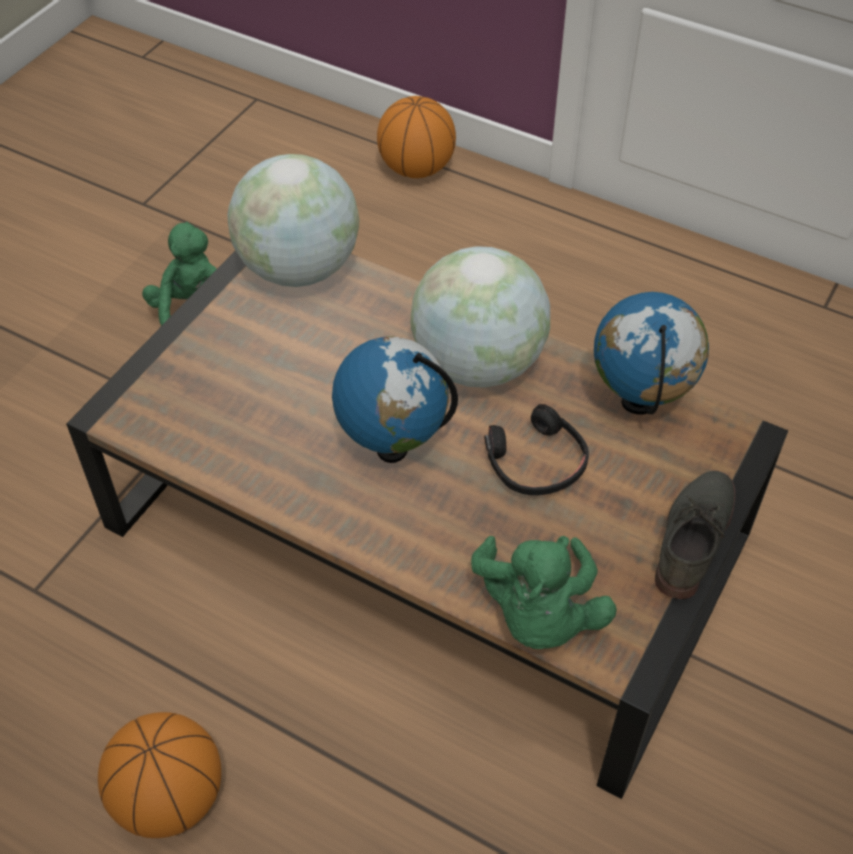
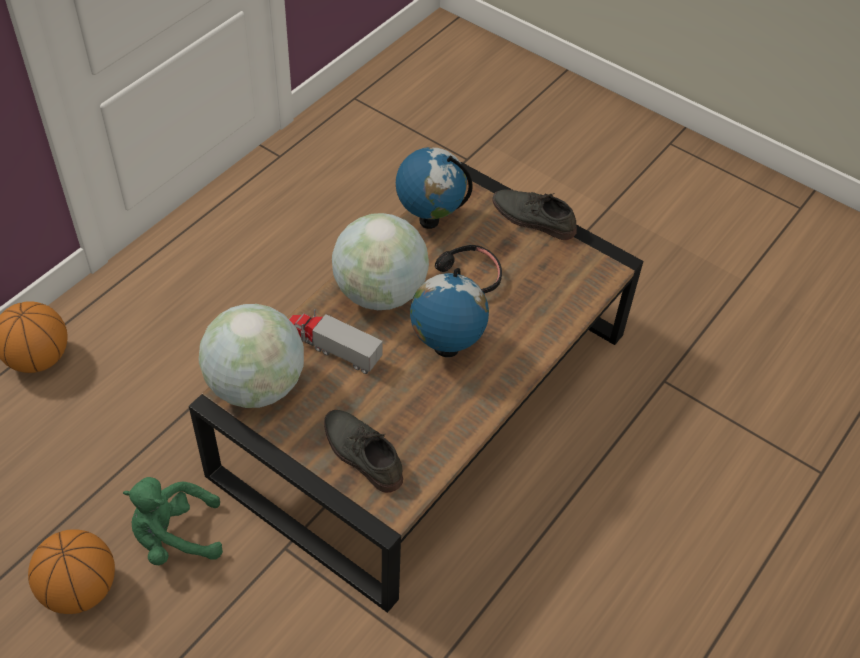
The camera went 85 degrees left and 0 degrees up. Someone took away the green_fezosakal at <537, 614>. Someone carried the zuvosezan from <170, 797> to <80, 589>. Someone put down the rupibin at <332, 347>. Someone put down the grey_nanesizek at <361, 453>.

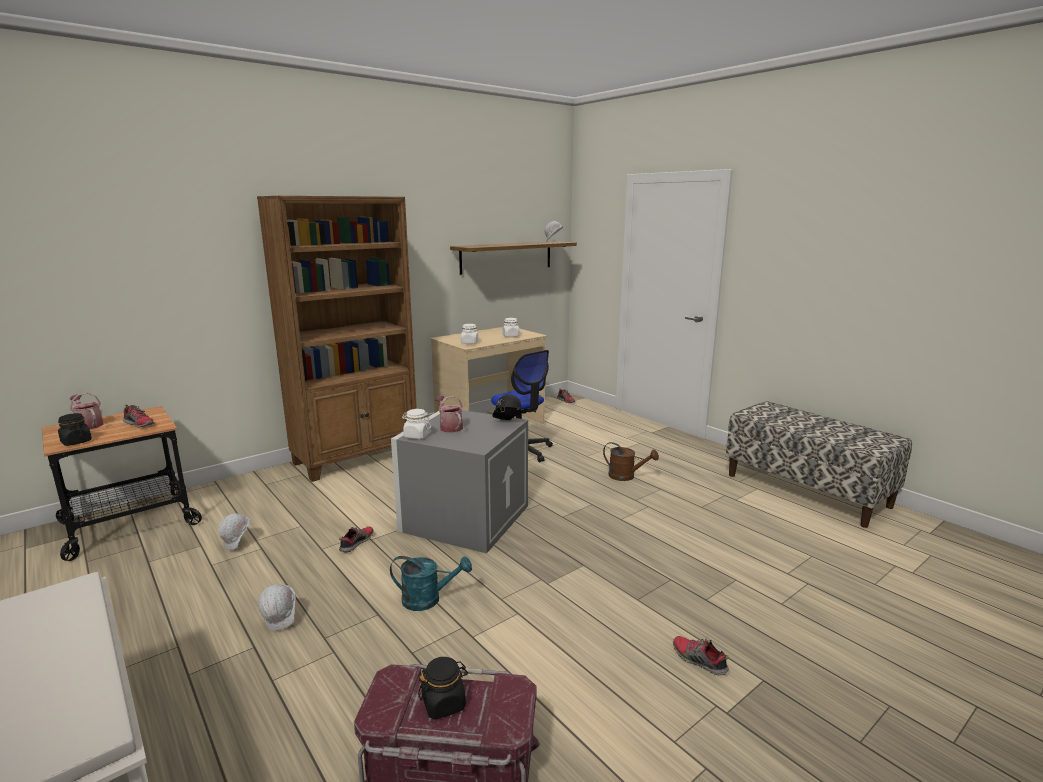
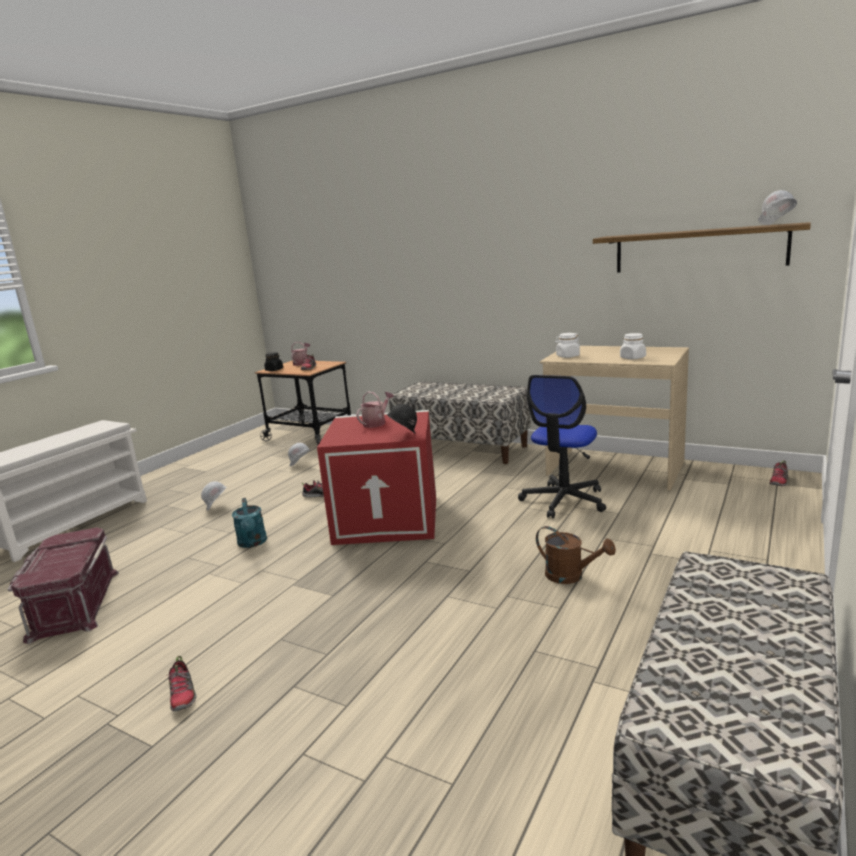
The camera went 70 degrees right and 0 degrees up. Someone swapped the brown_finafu at <357, 458> for the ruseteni at <462, 448>. Someone took away the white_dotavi at <417, 436>. Someone repainted the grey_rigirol at <464, 517>, which became the red_rigirol at <389, 518>. Someone rotated the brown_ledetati at <626, 476> by 60 degrees counterclockwise. Someone rotated the nanesizek at <698, 660> by 135 degrees clockwise. Someone took away the black_dotavi at <444, 703>.

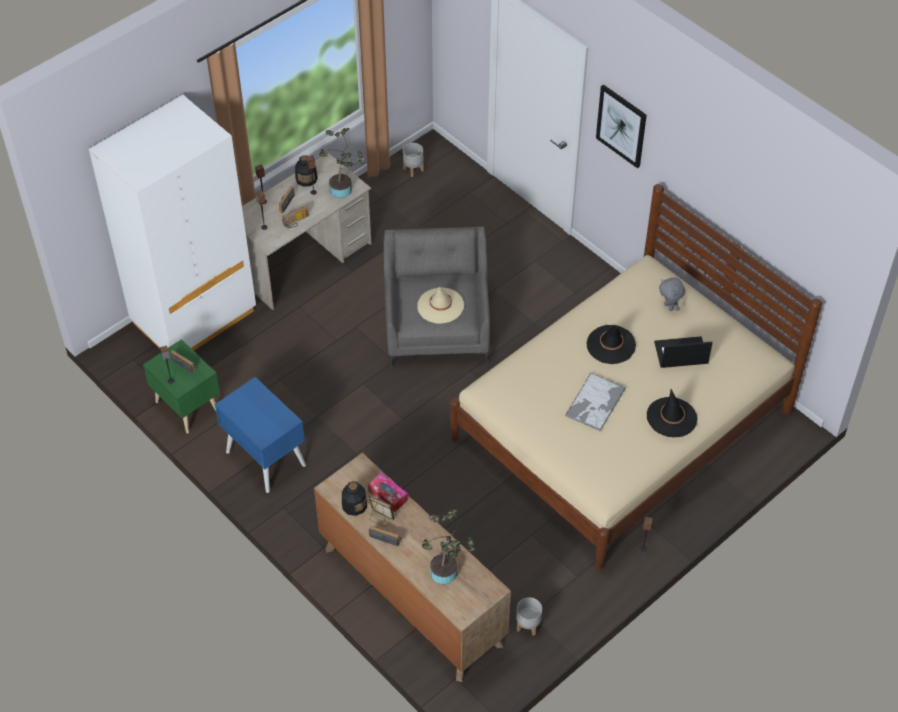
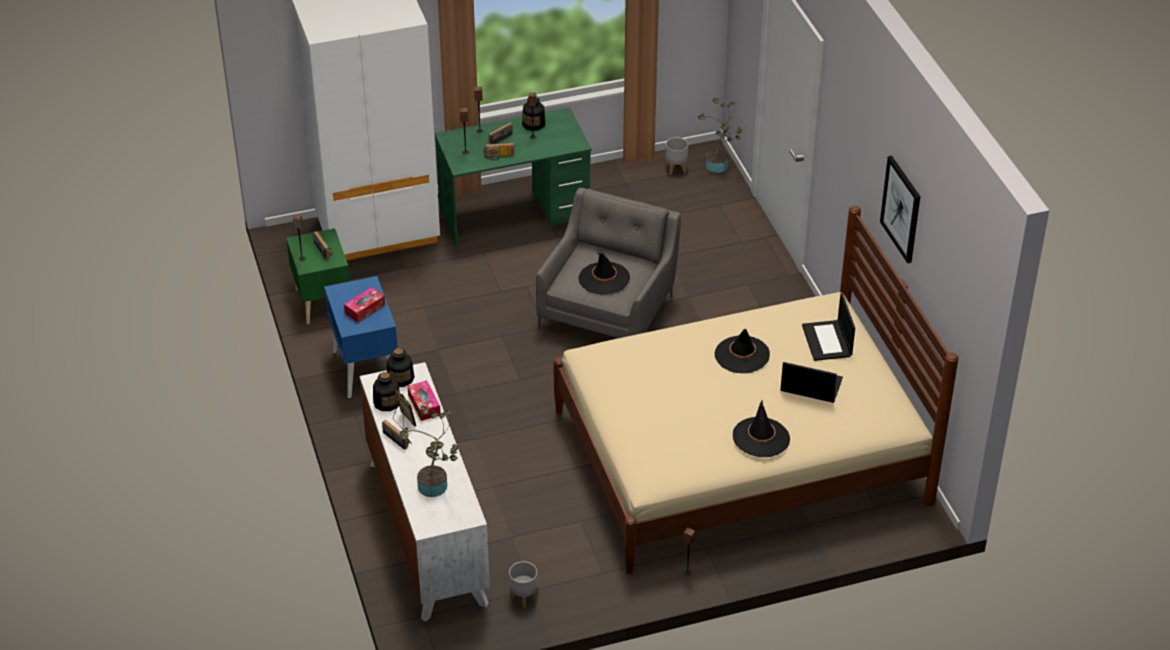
The camera went 25 degrees right and 10 degrees down. Someone carried the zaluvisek from <621, 125> to <901, 209>. Someone carried the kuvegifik from <343, 190> to <719, 166>. Someone repainted the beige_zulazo at <304, 260>, which became the green_zulazo at <514, 214>. Someone swapped the grey_fezosakal at <669, 307> for the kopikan at <827, 341>. Someone repainted the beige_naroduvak at <440, 306>, which became the black_naroduvak at <604, 278>. Someone took away the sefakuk at <595, 403>. Someone repainted the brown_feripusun at <411, 596>, which became the white_feripusun at <426, 531>. Someone put down the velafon at <365, 309>. Someone put down the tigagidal at <401, 378>.

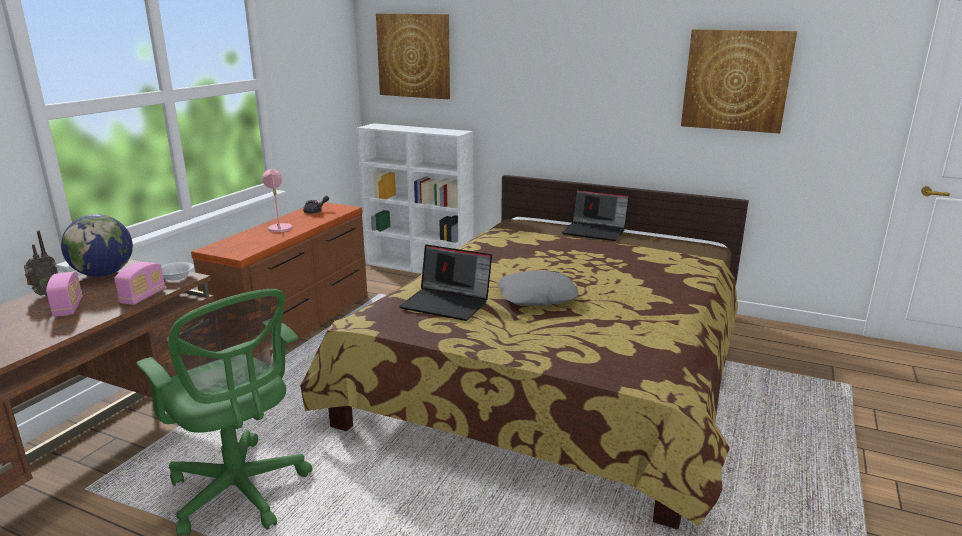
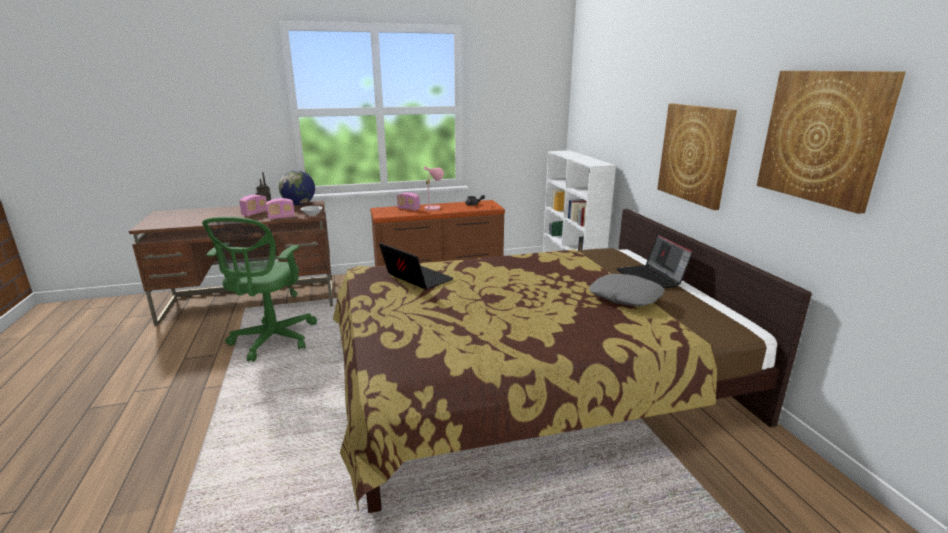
The camera went 50 degrees right and 0 degrees up. Someone carried the zaluvisek from <414, 56> to <695, 154>. Someone rotated the kopikan at <447, 303> by 150 degrees clockwise. Someone carried the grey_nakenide from <537, 297> to <625, 297>. Someone put down the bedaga at <408, 209>.

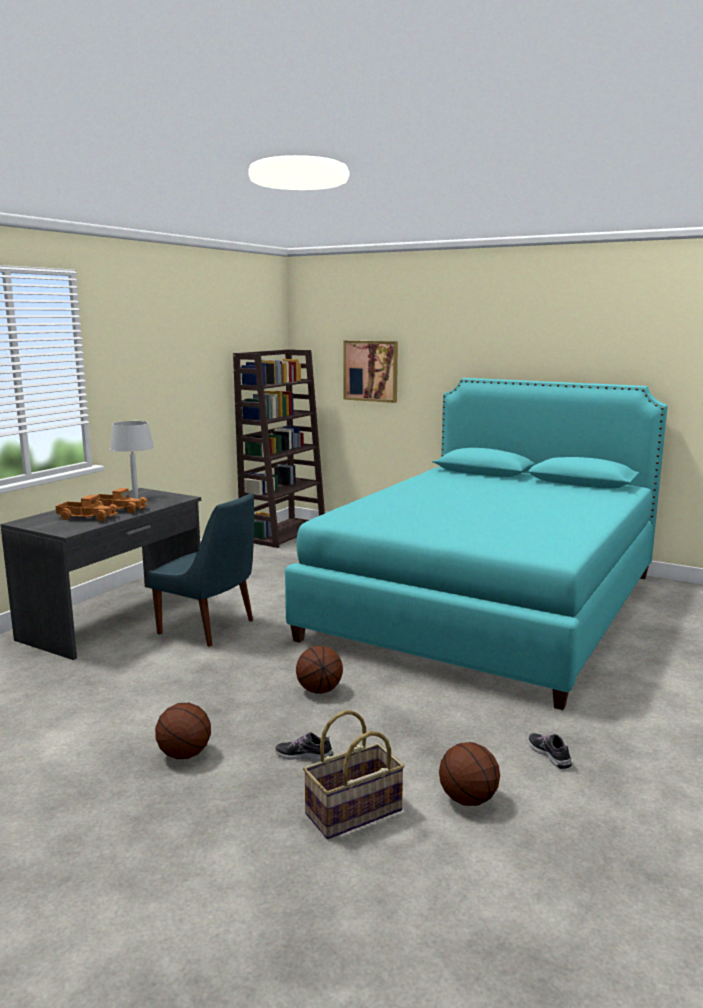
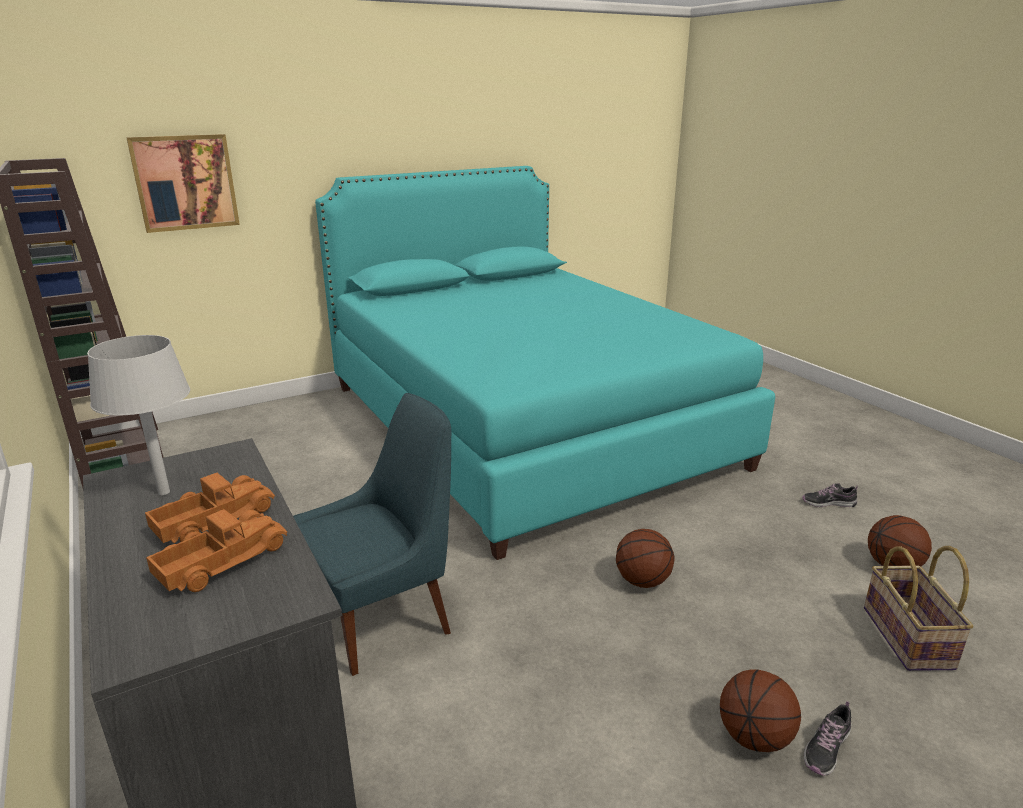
The camera went 60 degrees left and 10 degrees up. Someone carried the nanesizek from <304, 755> to <826, 748>.

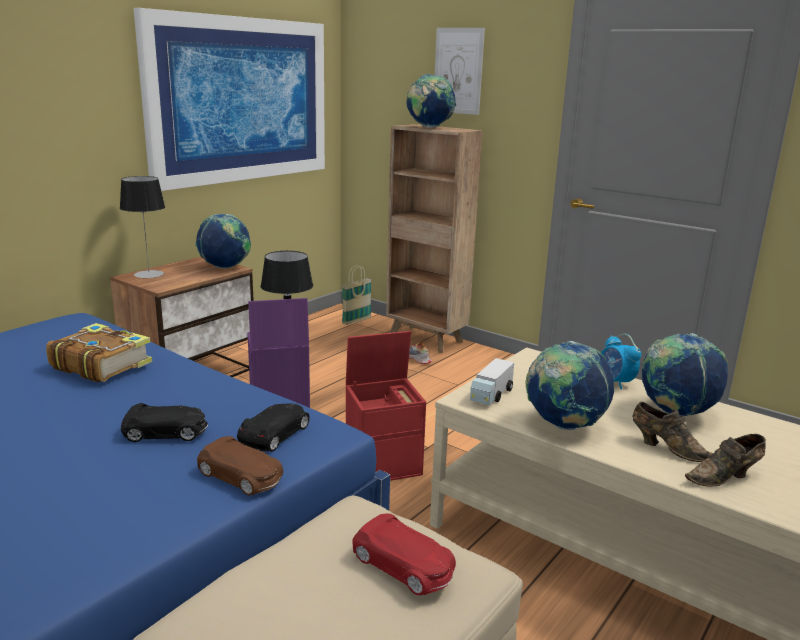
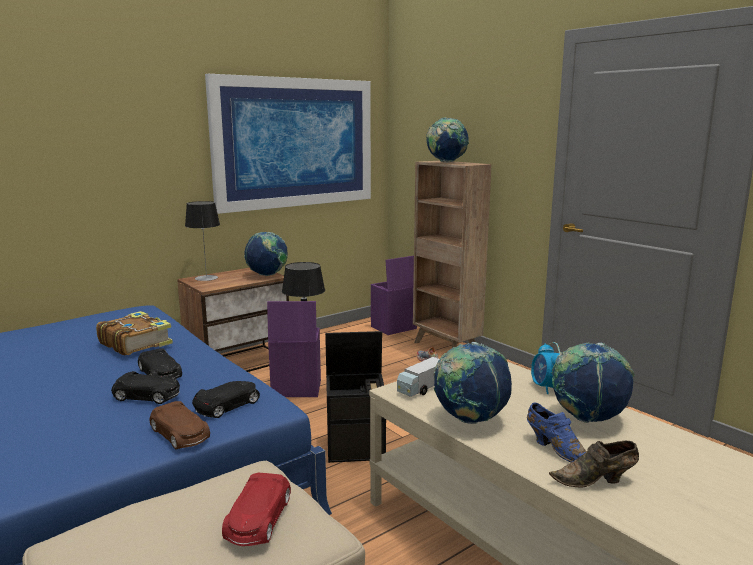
The camera went 15 degrees right and 5 degrees down. Someone took away the zaluvisek at <458, 71>. Someone swapped the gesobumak at <356, 321> for the purple_rigirol at <393, 328>. Someone repainted the red_rigirol at <384, 464>, which became the black_rigirol at <357, 447>. Someone repainted the brown_nanesizek at <667, 448>, which became the blue_nanesizek at <555, 449>. Someone rotated the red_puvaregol at <404, 565> by 45 degrees clockwise. Someone put down the black_puvaregol at <160, 374>.

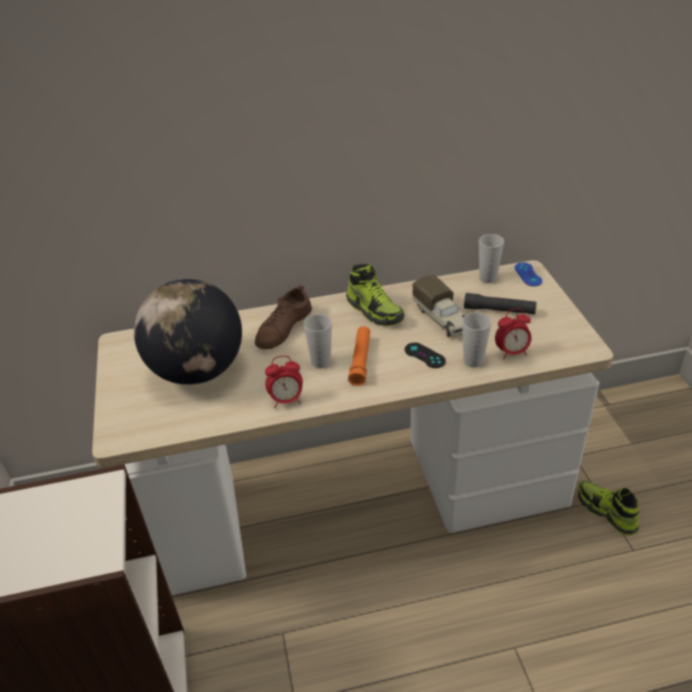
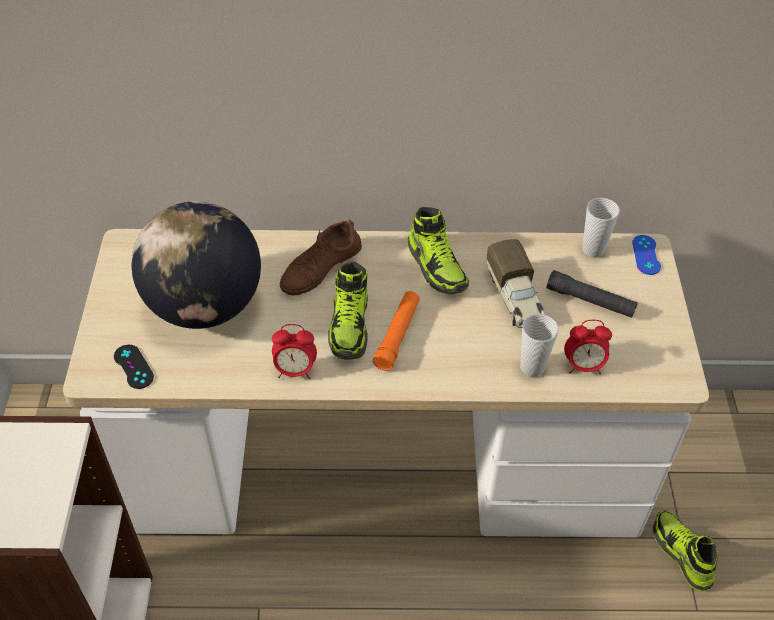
The camera went 10 degrees right and 10 degrees up. Someone swapped the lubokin at <321, 362> for the nanesizek at <350, 326>. Someone carried the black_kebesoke from <424, 355> to <133, 367>.

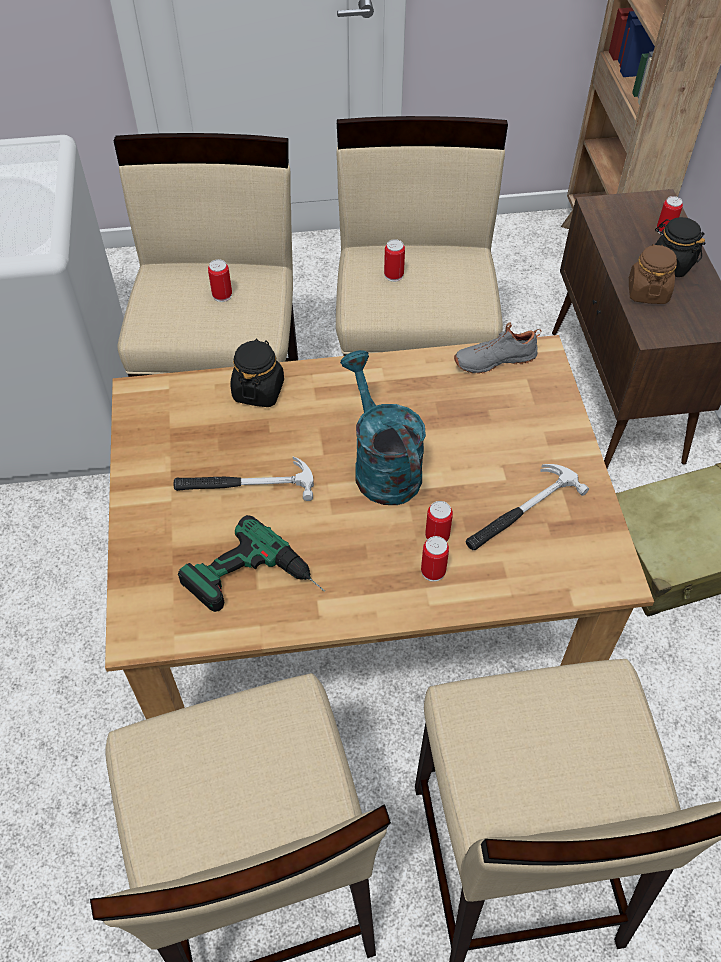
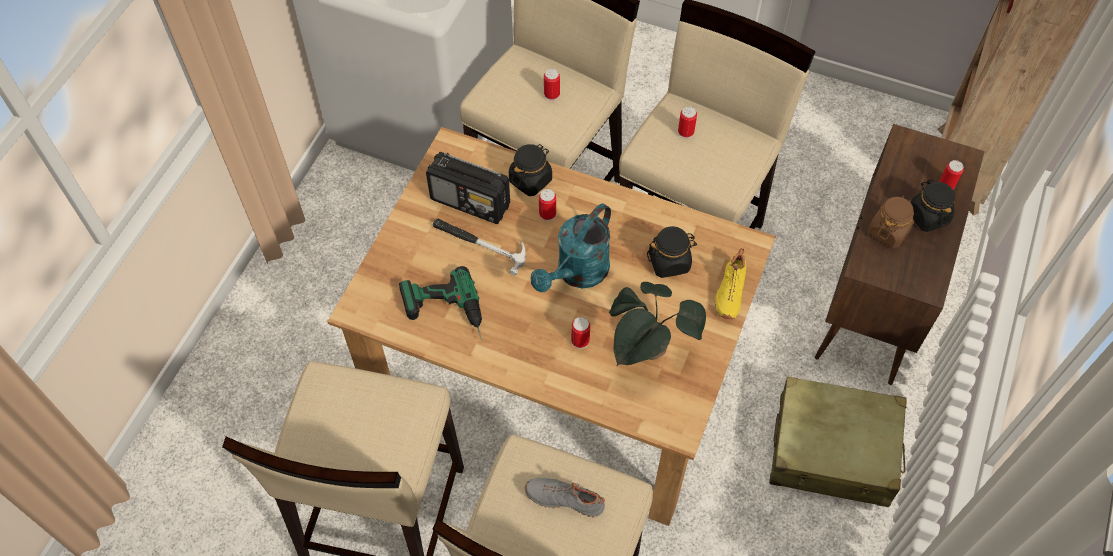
The camera went 30 degrees right and 5 degrees up. Someone carried the grey_nanesizek from <494, 359> to <565, 497>. Someone rotated the turquoise_ledetati at <381, 465> by 150 degrees counterclockwise. Someone swapped the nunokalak at <521, 511> for the kuvegifik at <649, 352>. Someone carried the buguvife from <433, 571> to <547, 214>. Someone put down the bedaga at <471, 202>. Someone put down the black_dotavi at <669, 262>. Someone put down the yellow_nanesizek at <729, 291>.

